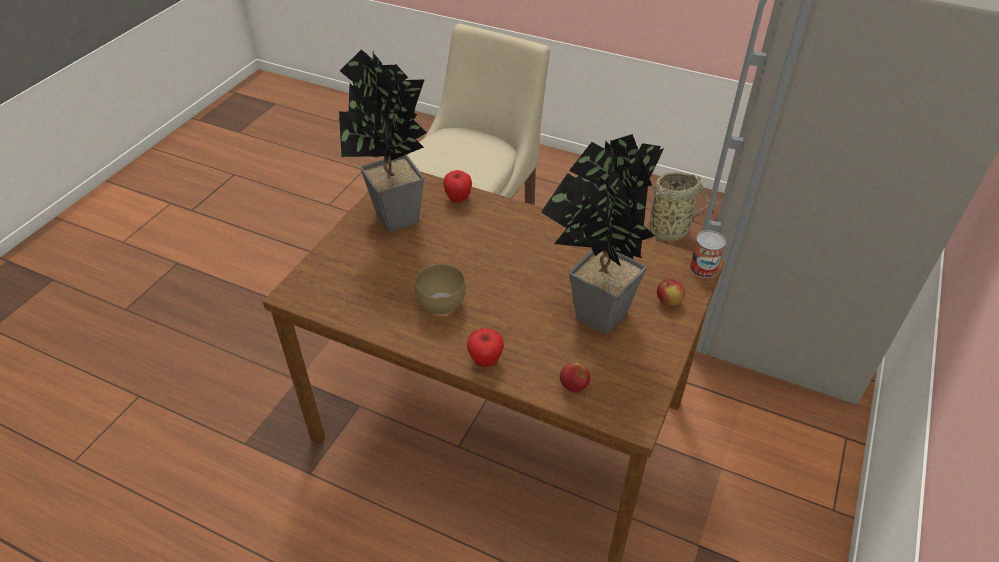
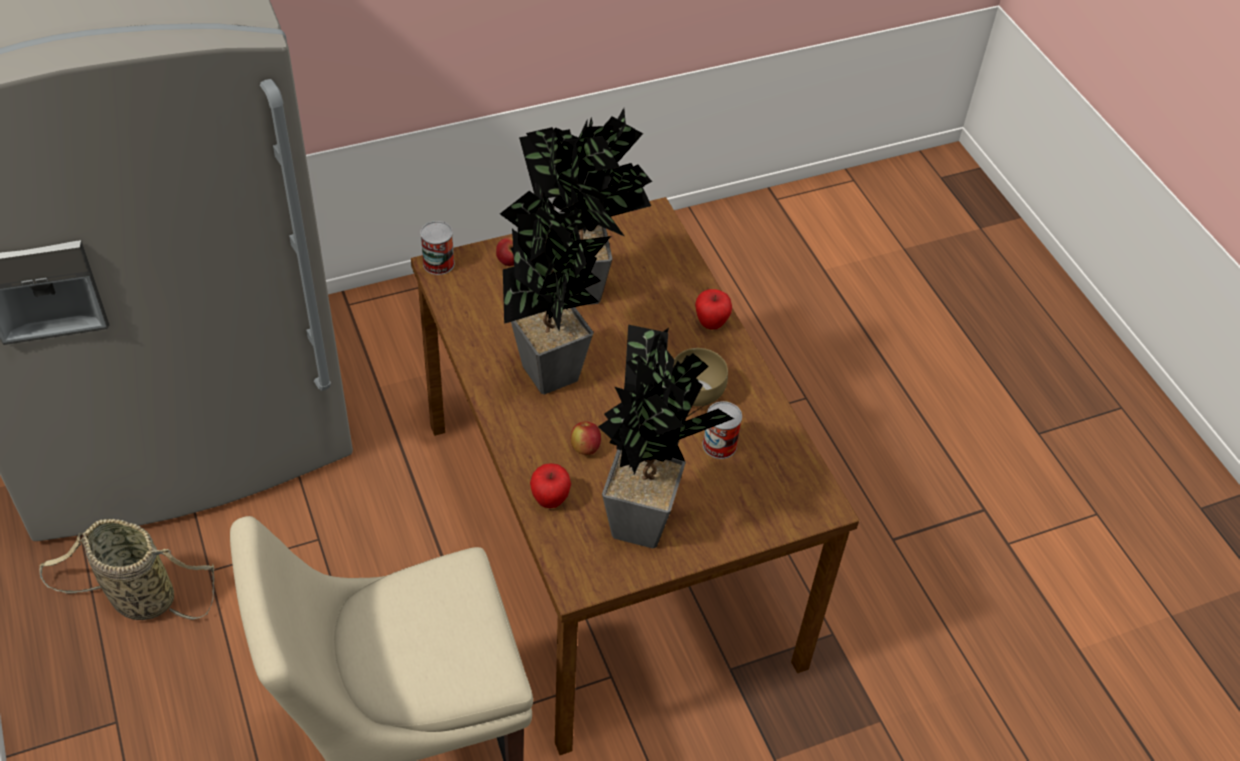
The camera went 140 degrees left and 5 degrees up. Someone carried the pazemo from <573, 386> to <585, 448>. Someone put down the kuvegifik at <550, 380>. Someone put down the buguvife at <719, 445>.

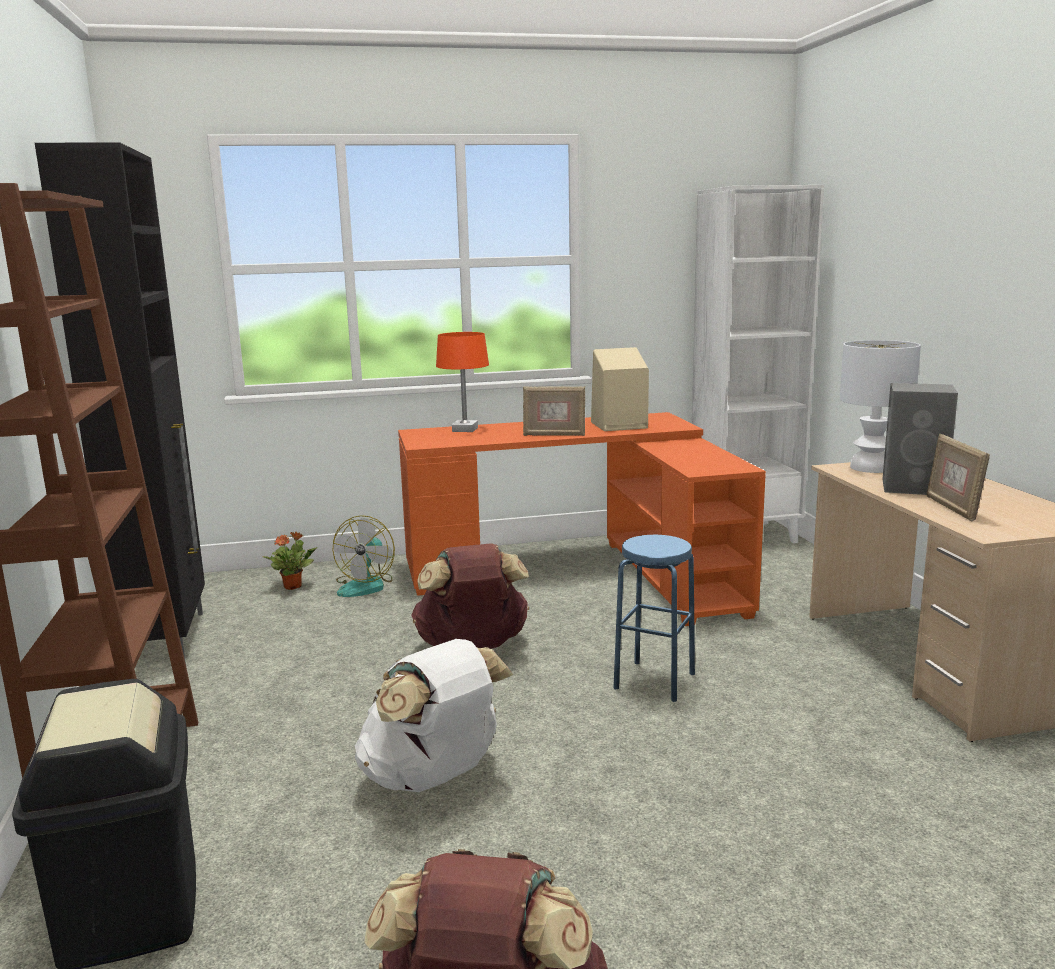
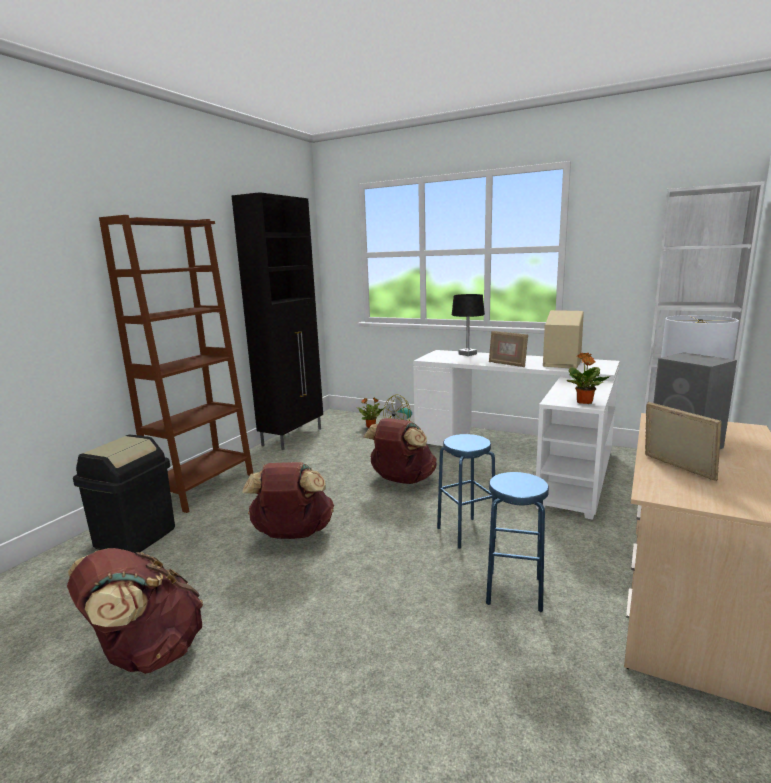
The camera went 40 degrees right and 0 degrees up. Someone repainted the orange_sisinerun at <464, 429>, which became the black_sisinerun at <467, 354>. Someone repainted the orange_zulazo at <586, 573>, which became the white_zulazo at <524, 459>. Someone rotated the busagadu at <952, 508> by 120 degrees clockwise. Someone repainted the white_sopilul at <434, 777>, which became the brown_sopilul at <292, 535>. Someone put down the kuvegifik at <584, 402>. Someone put down the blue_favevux at <514, 590>.

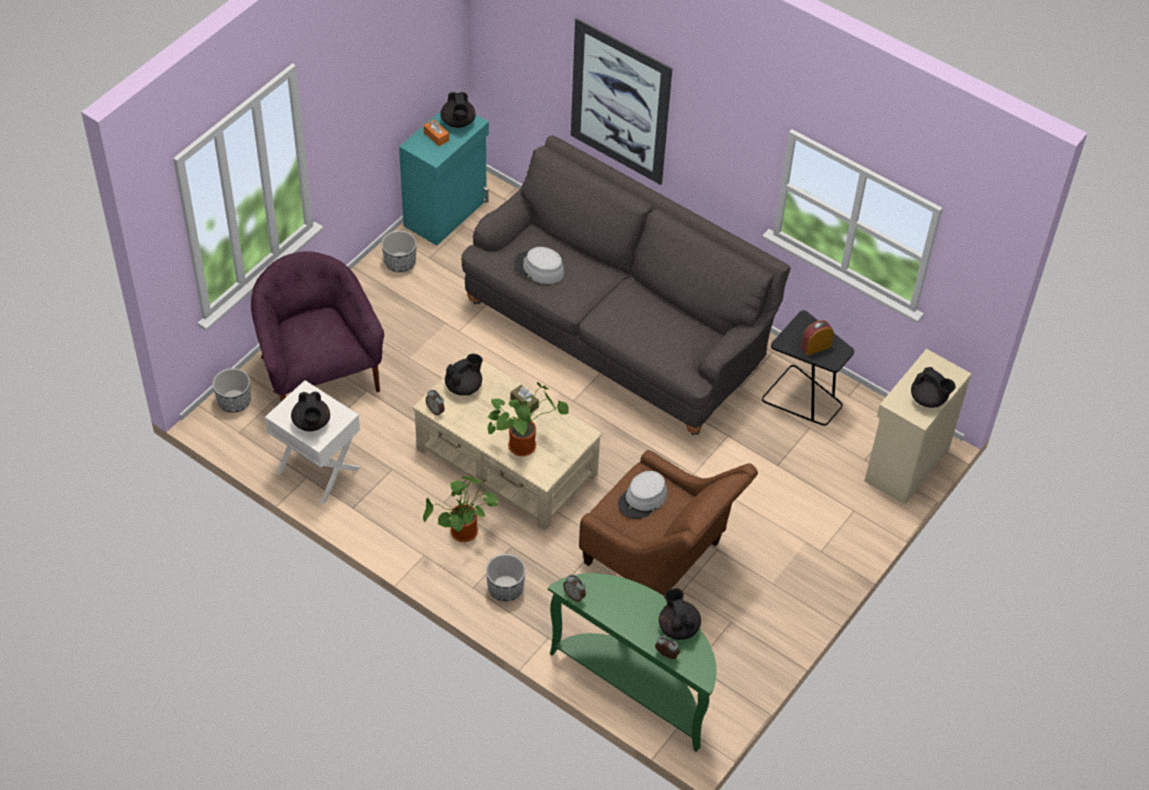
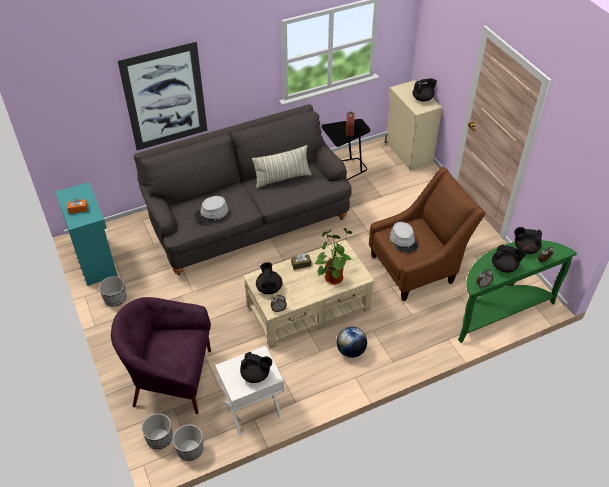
The camera went 60 degrees left and 5 degrees down. Someone carried the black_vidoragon from <458, 122> to <504, 267>. Someone swapped the kuvegifik at <463, 535> for the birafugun at <351, 351>. Someone carried the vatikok from <505, 588> to <190, 450>. Someone put down the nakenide at <282, 178>.

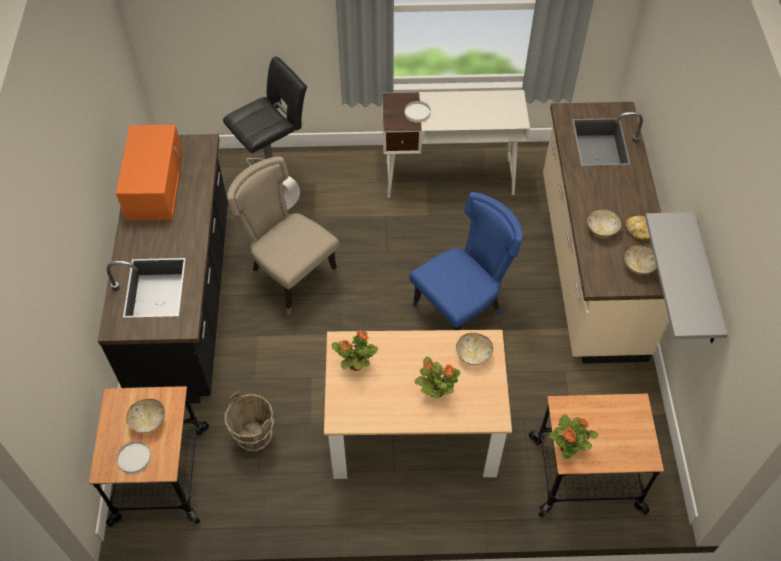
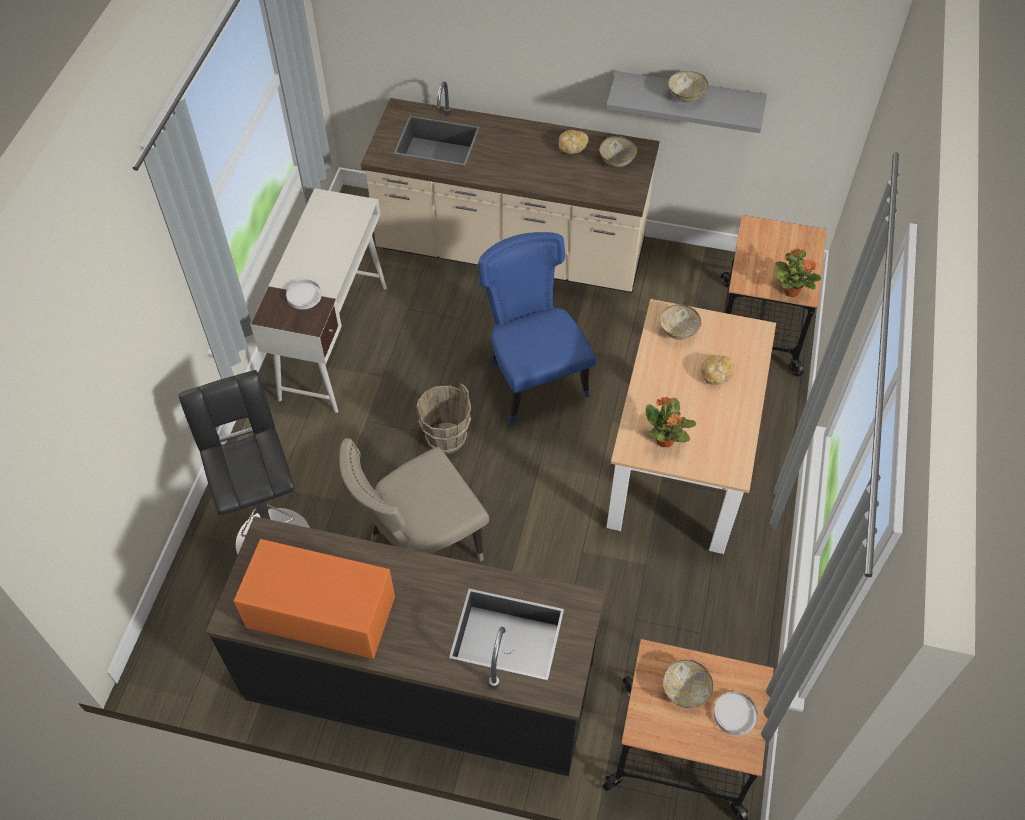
The camera went 75 degrees left and 0 degrees up. Someone carried the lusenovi from <601, 230> to <685, 96>. Someone swapped the kuvegifik at <435, 391> for the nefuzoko at <716, 374>. Someone carried the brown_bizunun from <254, 437> to <446, 439>.

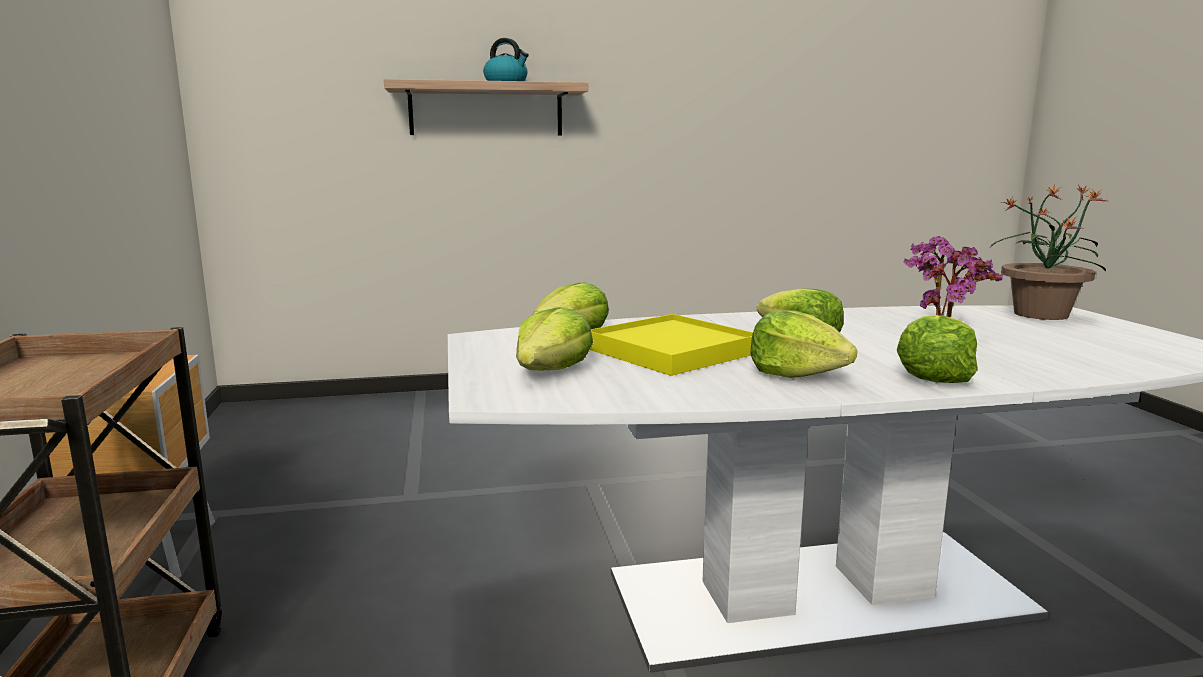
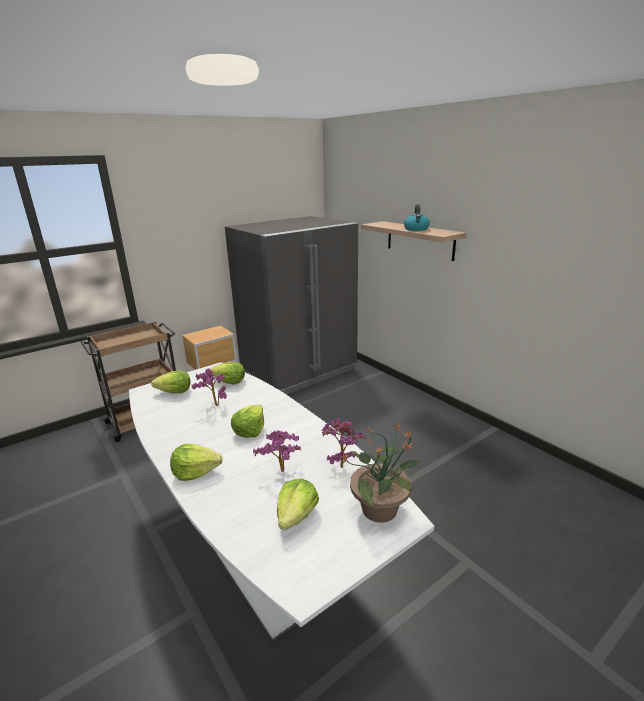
The camera went 65 degrees right and 10 degrees up. Someone carried the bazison from <796, 374> to <296, 516>. Someone swapped the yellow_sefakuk at <672, 351> for the kuvegifik at <213, 406>. Someone put down the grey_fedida at <299, 371>.

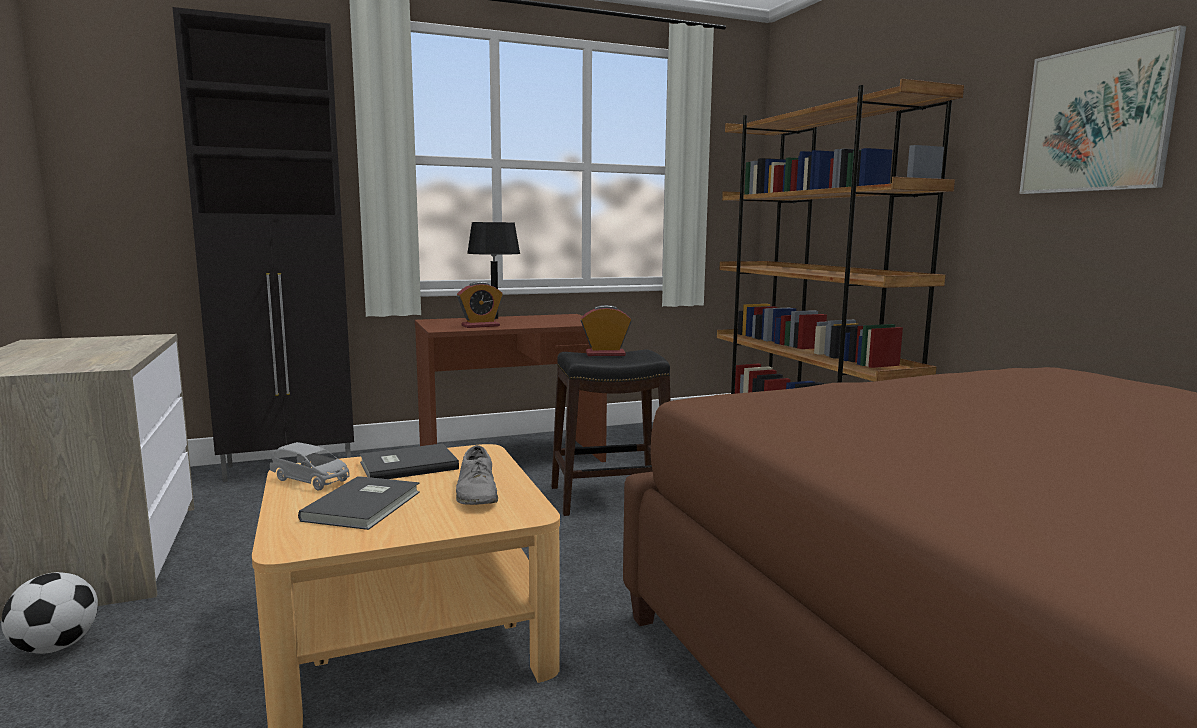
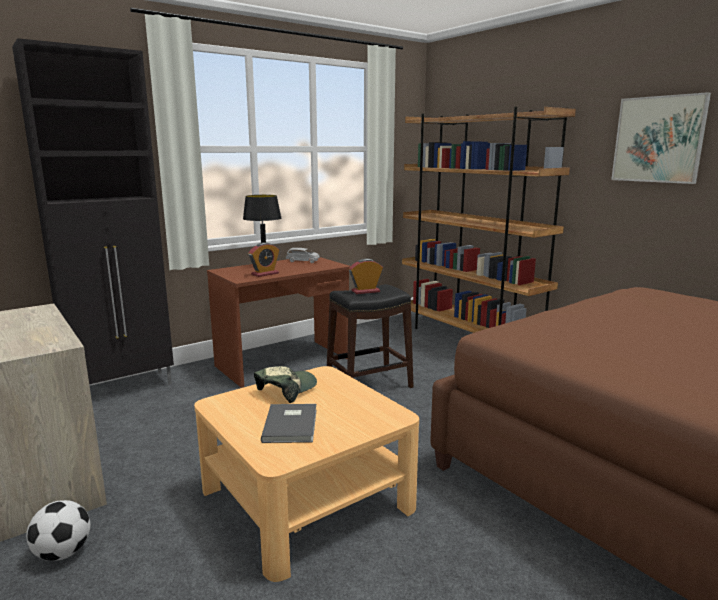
The camera went 15 degrees left and 5 degrees up. Someone carried the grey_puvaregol from <311, 480> to <303, 261>. Someone swapped the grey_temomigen at <407, 465> for the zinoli at <286, 390>. Someone took away the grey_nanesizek at <477, 492>.

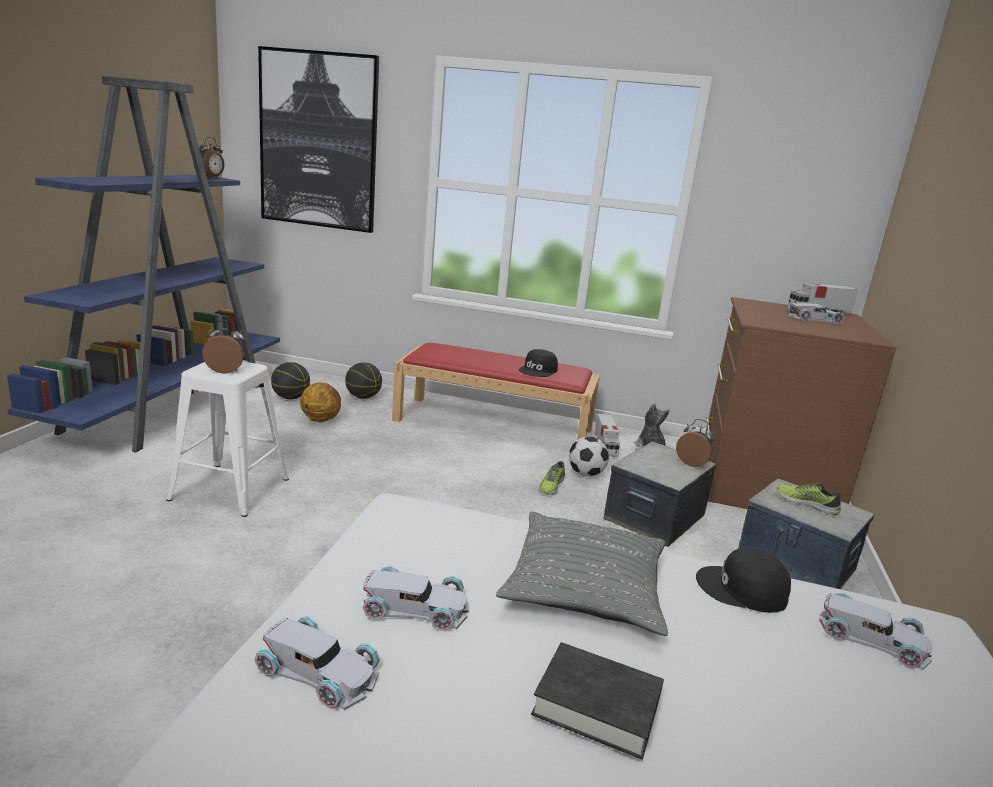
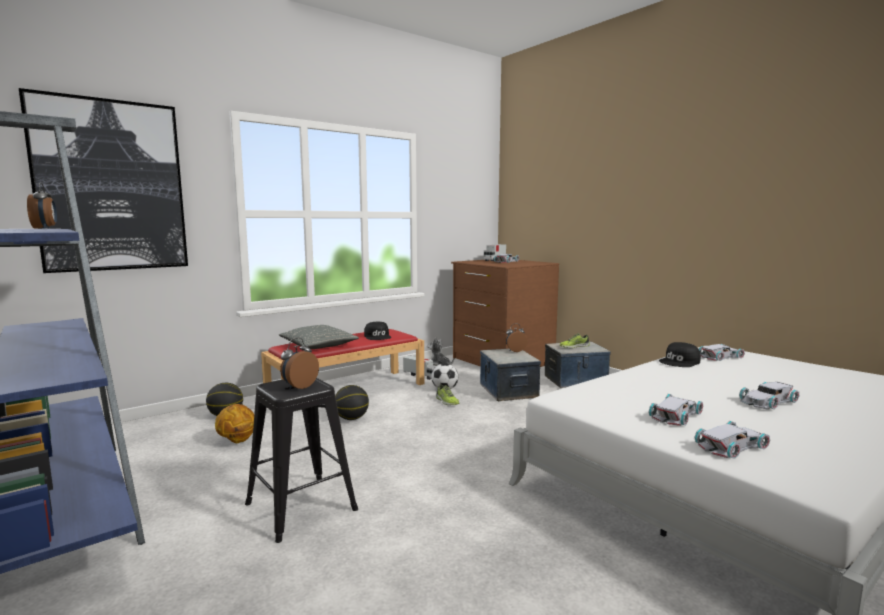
The camera went 50 degrees left and 10 degrees down. Someone repainted the white_favevux at <228, 489>, which became the black_favevux at <300, 507>. Someone carried the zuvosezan from <290, 398> to <352, 418>. Someone carried the grey_nakenide from <585, 586> to <318, 345>. Someone swapped the black_temomigen at <597, 705> for the white_puvaregol at <767, 401>.

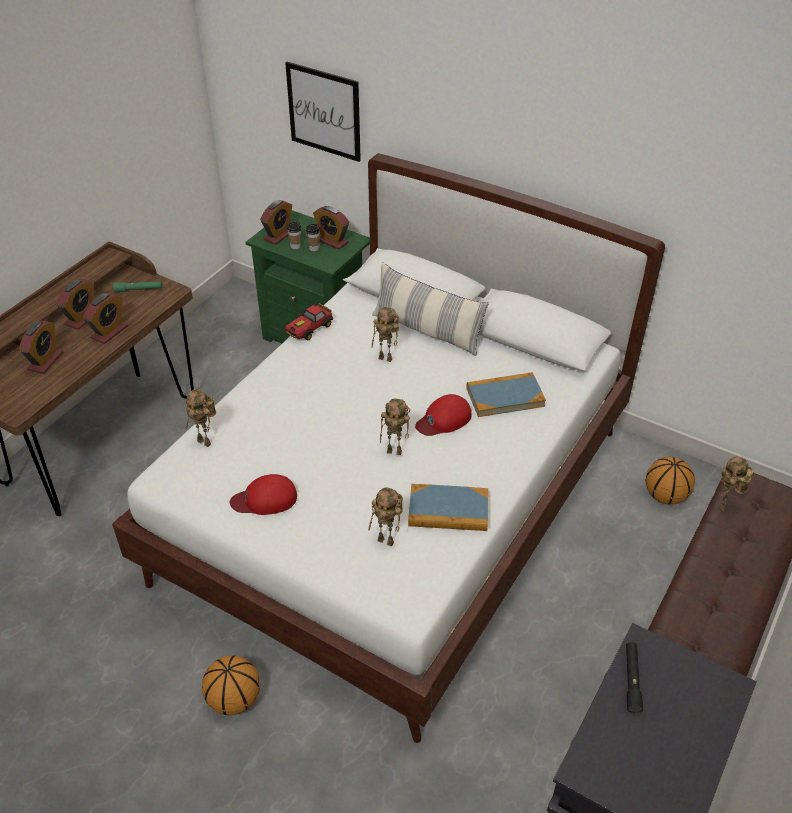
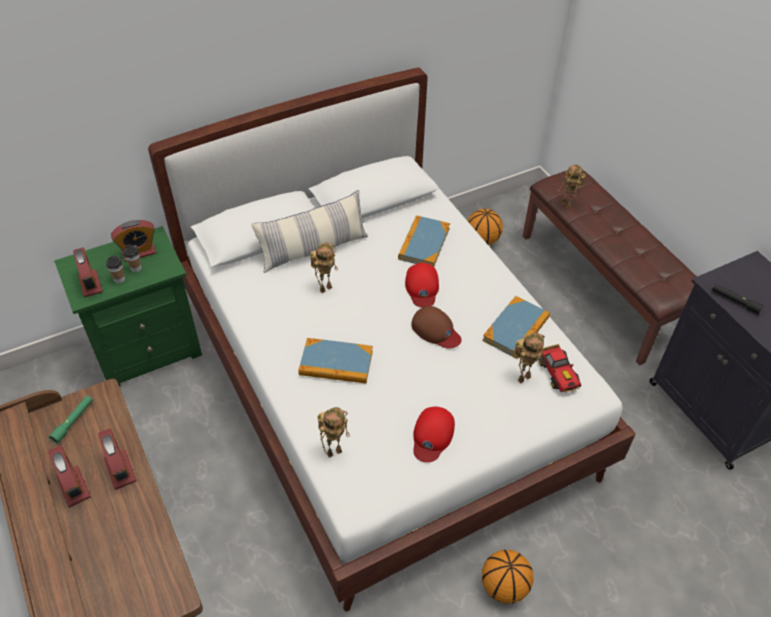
The camera went 60 degrees left and 5 degrees up. Someone took away the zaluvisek at <324, 111>. Someone carried the puvaregol from <309, 329> to <558, 375>. Someone took away the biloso at <45, 361>. Someone swapped the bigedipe at <395, 451> for the brown_zinoli at <436, 330>. Someone put down the temomigen at <336, 363>.

